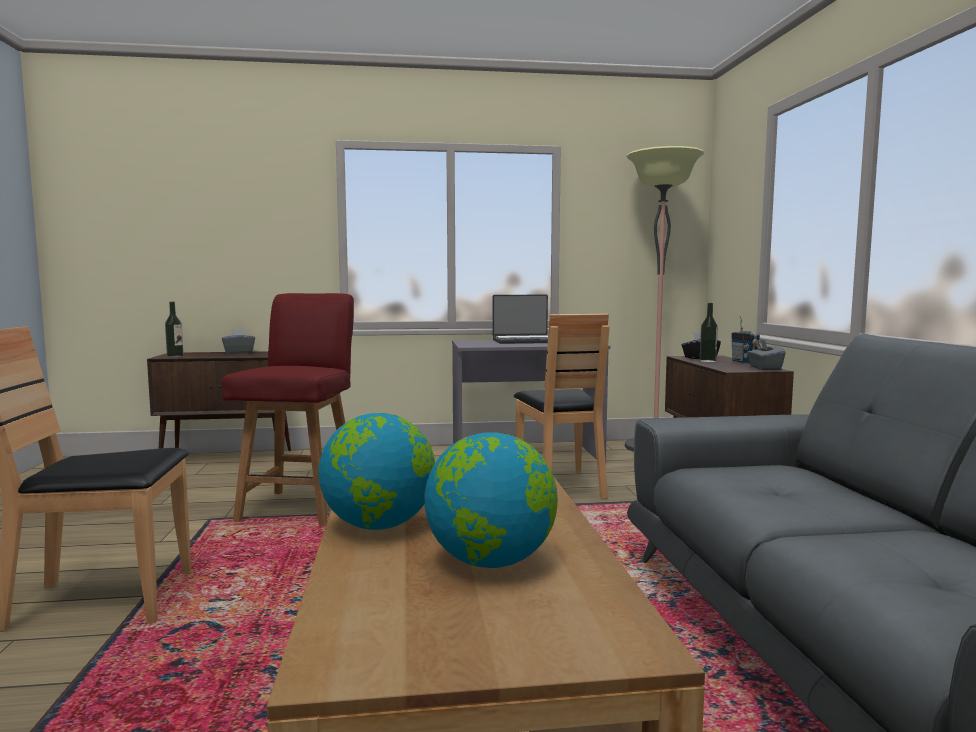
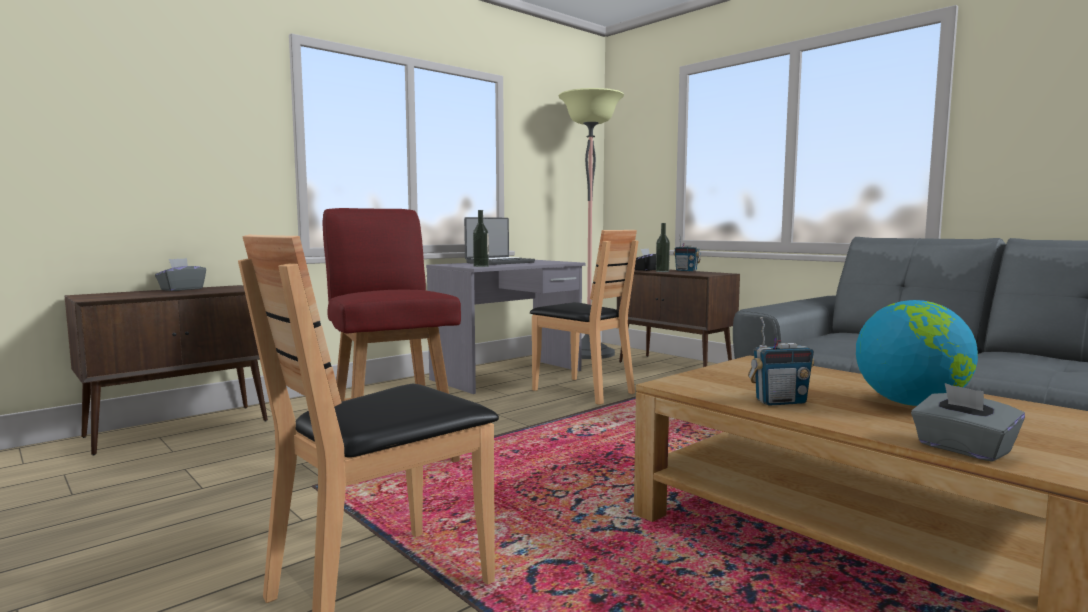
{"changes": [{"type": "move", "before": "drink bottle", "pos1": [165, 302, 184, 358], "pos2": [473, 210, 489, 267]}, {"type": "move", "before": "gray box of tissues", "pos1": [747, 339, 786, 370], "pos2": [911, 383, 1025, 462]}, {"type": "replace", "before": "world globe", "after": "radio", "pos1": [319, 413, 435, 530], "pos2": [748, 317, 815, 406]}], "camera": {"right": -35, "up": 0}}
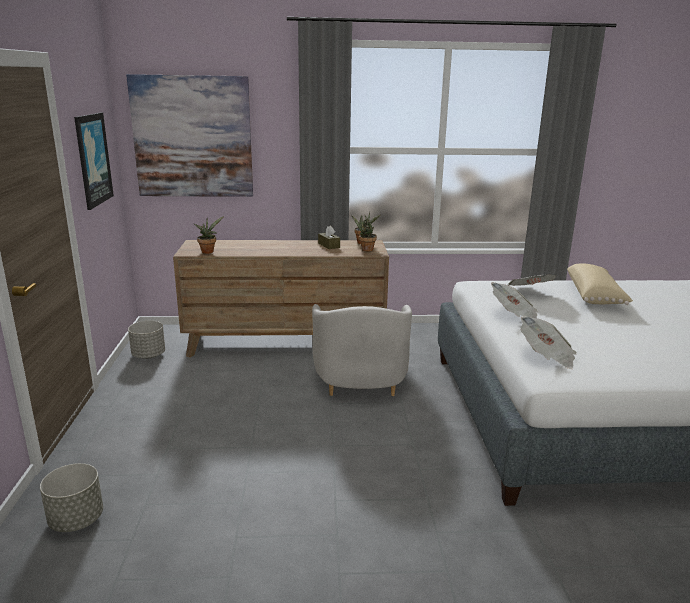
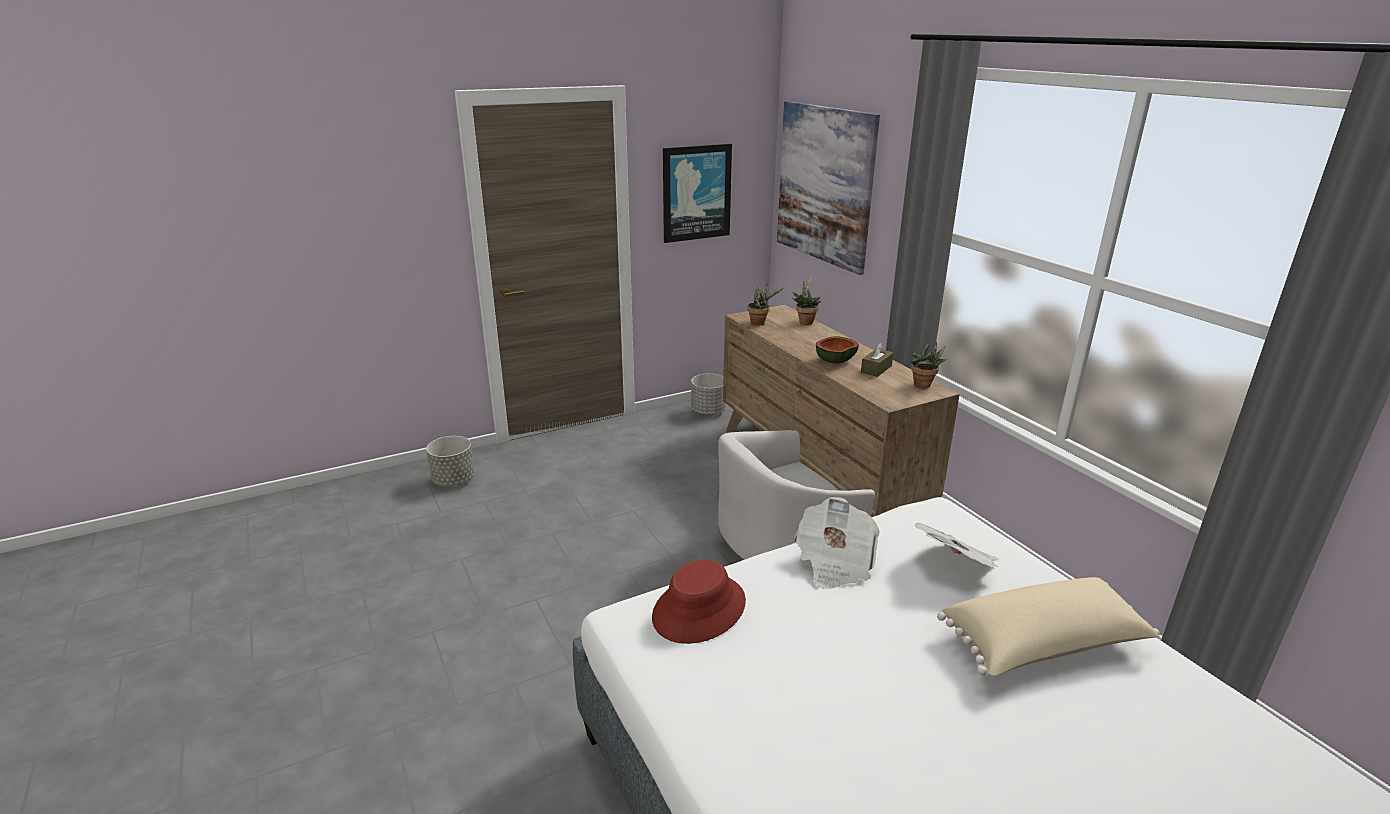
{"changes": [{"type": "insert", "after": "deep dish", "pos2": [816, 337, 859, 364]}, {"type": "move", "before": "houseplant", "pos1": [352, 215, 377, 252], "pos2": [792, 277, 821, 325]}, {"type": "replace", "before": "newspaper", "after": "red-coloured clothing hat", "pos1": [520, 316, 576, 369], "pos2": [652, 559, 746, 644]}], "camera": {"right": 65, "up": 5}}
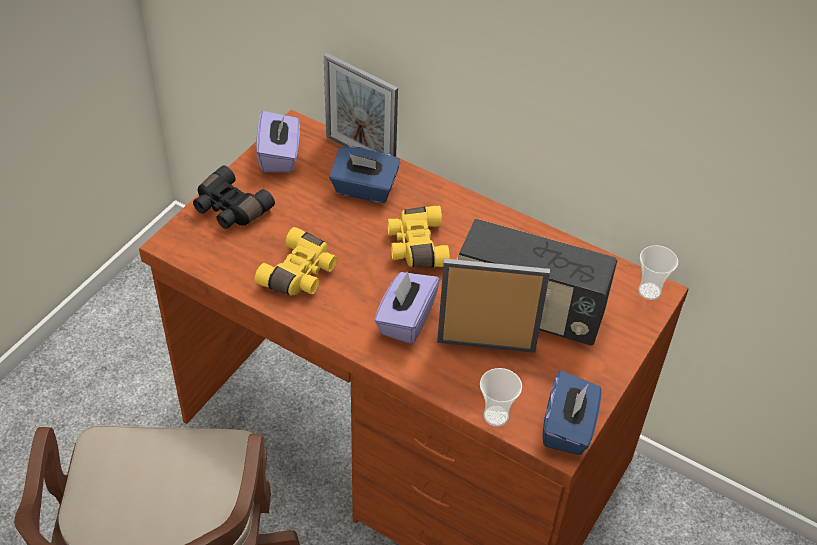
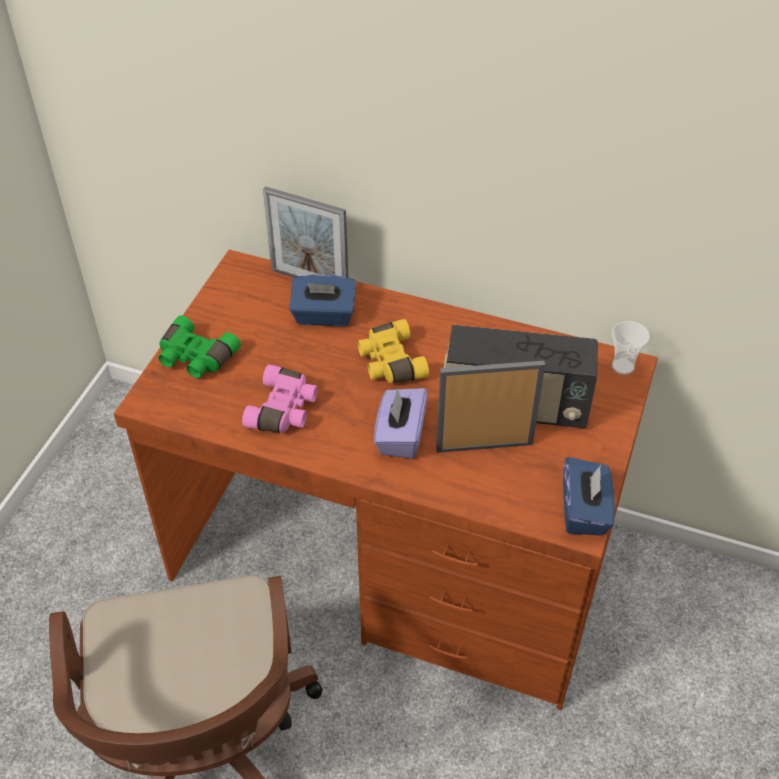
{"changes": [{"type": "delete", "before": "purple box of tissues", "pos1": [256, 111, 300, 172]}, {"type": "delete", "before": "cup", "pos1": [480, 368, 522, 427]}, {"type": "recolor", "before": "black binoculars", "after": "green-coloured binoculars", "pos1": [193, 165, 275, 229], "pos2": [158, 315, 241, 378]}, {"type": "recolor", "before": "yellowish binoculars", "after": "pinkish binoculars", "pos1": [255, 227, 337, 296], "pos2": [242, 364, 318, 433]}], "camera": {"right": -10, "up": 0}}
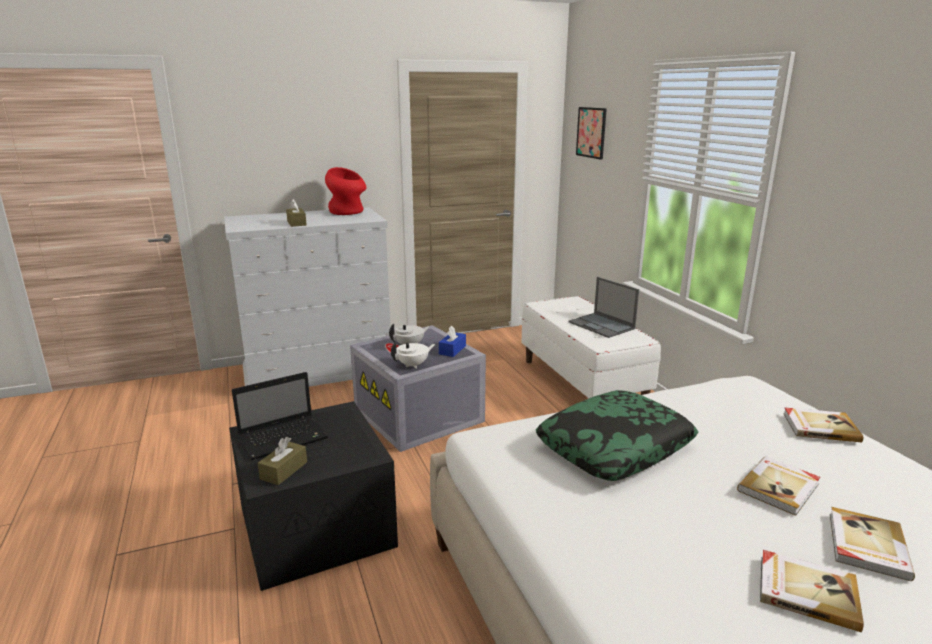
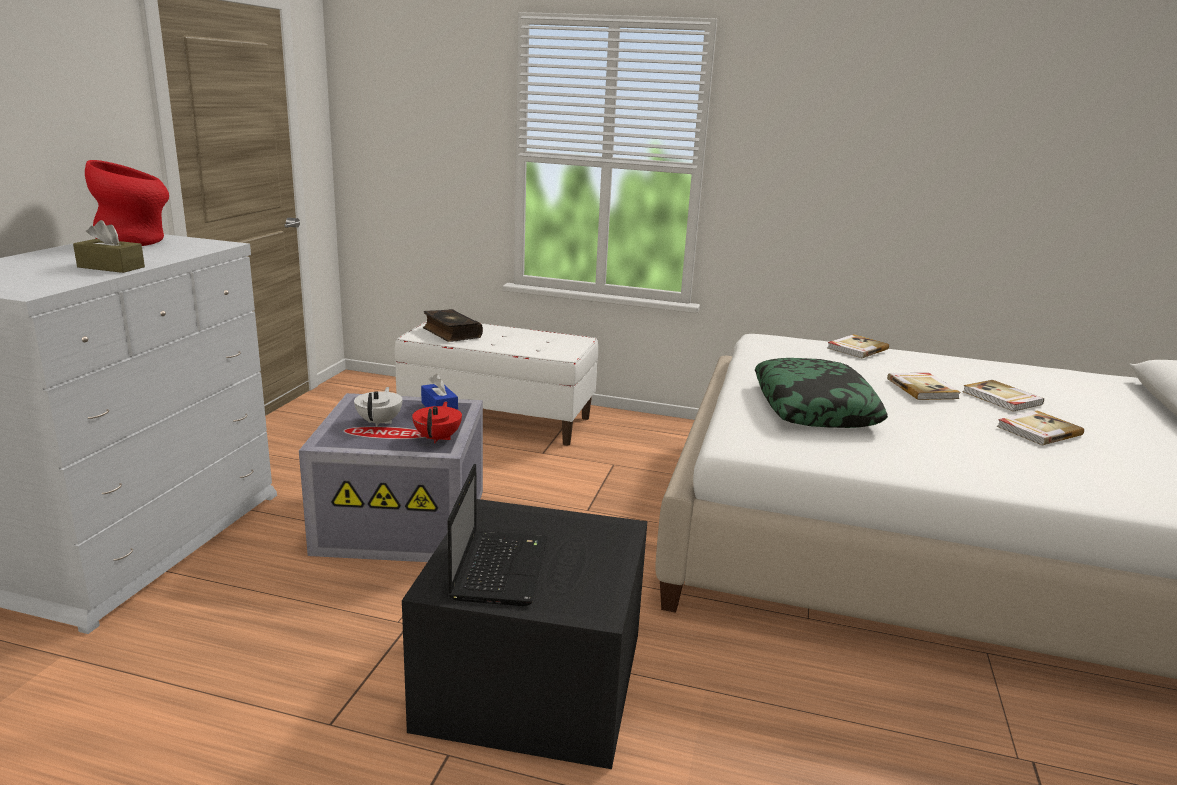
{"changes": [{"type": "delete", "before": "brown box of tissues", "pos1": [258, 437, 307, 485]}, {"type": "delete", "before": "portable computer", "pos1": [568, 277, 639, 338]}, {"type": "delete", "before": "wall picture", "pos1": [576, 107, 607, 160]}, {"type": "insert", "after": "bound book", "pos2": [423, 309, 483, 342]}, {"type": "recolor", "before": "white-coloured tea pot", "after": "red-coloured tea pot", "pos1": [391, 342, 435, 369], "pos2": [412, 402, 462, 444]}], "camera": {"right": -55, "up": 0}}
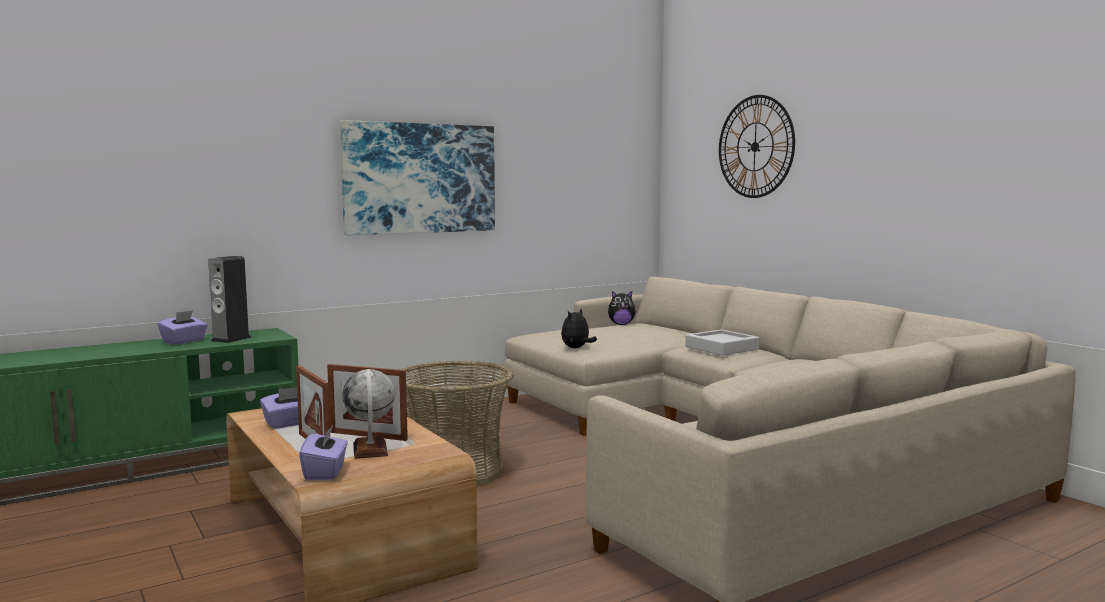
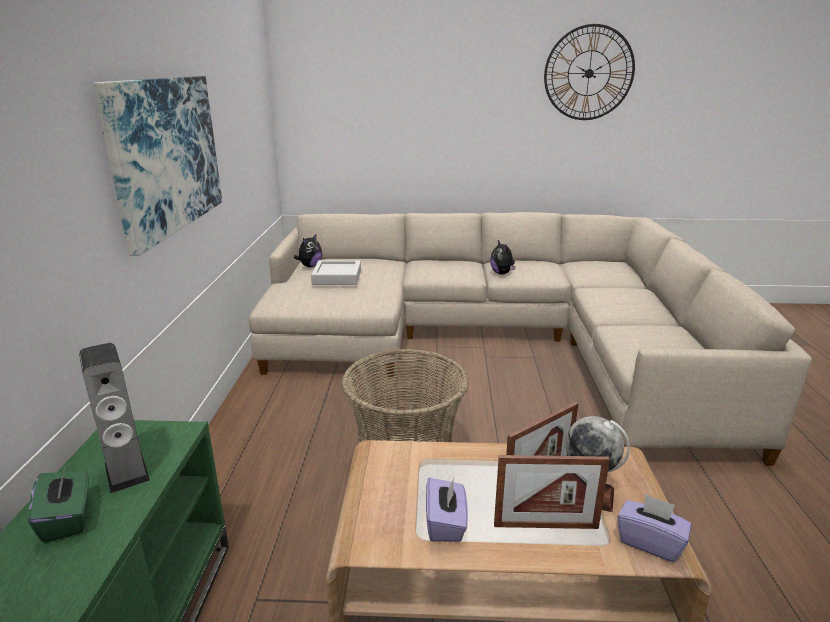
{"changes": [{"type": "move", "before": "cuddly toy", "pos1": [561, 309, 597, 348], "pos2": [490, 240, 515, 275]}, {"type": "move", "before": "gray tray", "pos1": [685, 329, 760, 356], "pos2": [311, 260, 361, 285]}, {"type": "move", "before": "clock on the wall", "pos1": [719, 95, 795, 198], "pos2": [544, 24, 635, 120]}, {"type": "recolor", "before": "purple box of tissues", "after": "green-coloured box of tissues", "pos1": [158, 310, 208, 345], "pos2": [28, 466, 89, 543]}], "camera": {"right": -55, "up": 15}}
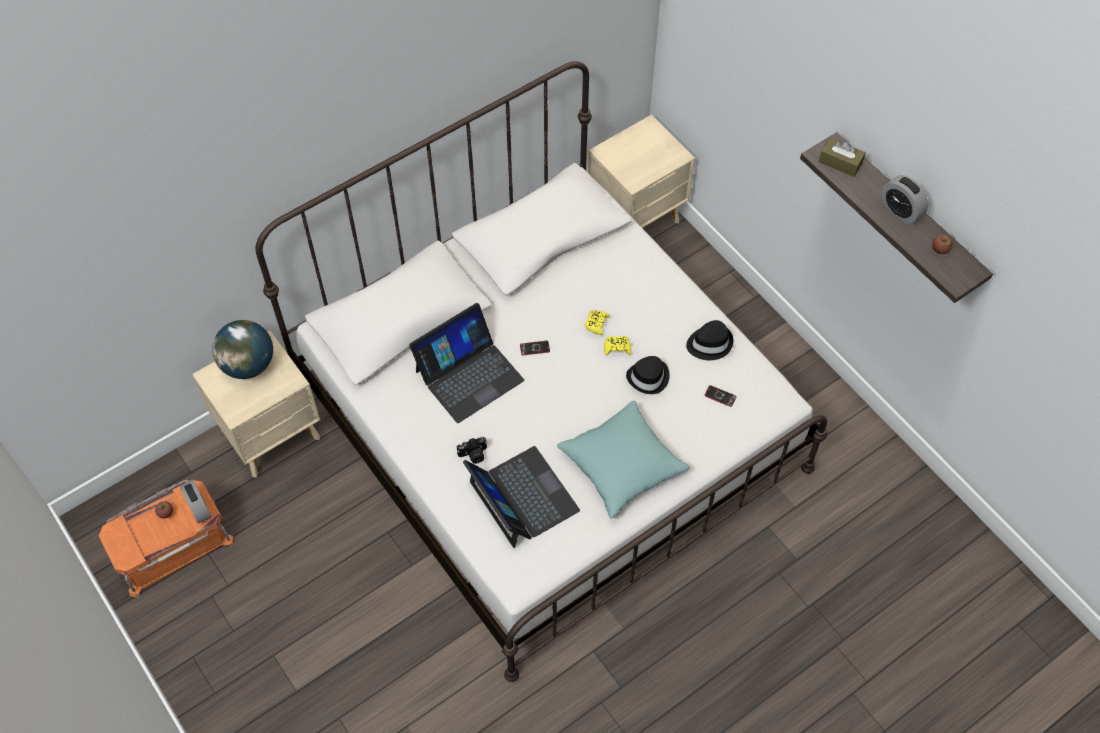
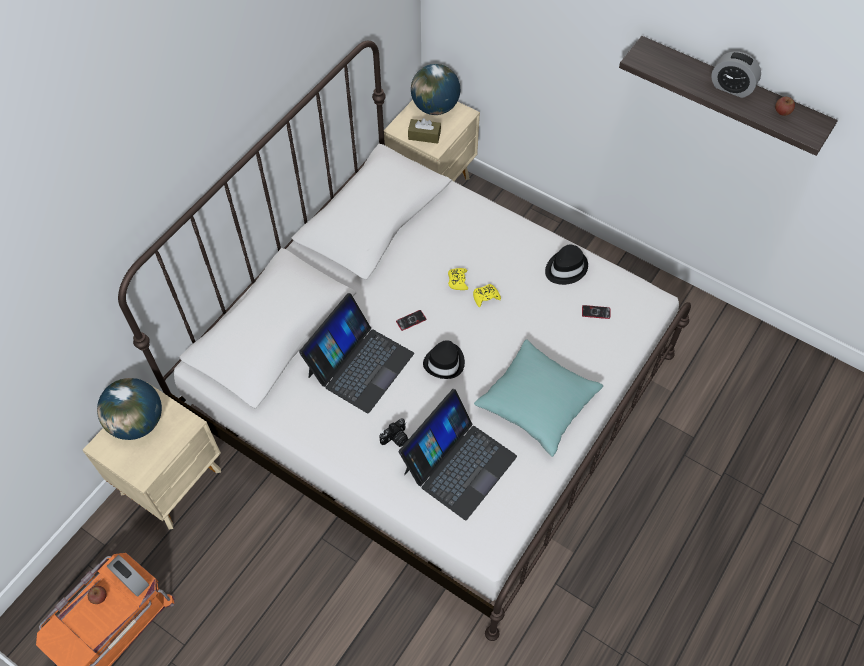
{"changes": [{"type": "insert", "after": "world globe", "pos2": [411, 64, 460, 115]}, {"type": "move", "before": "black clothing hat", "pos1": [626, 356, 670, 394], "pos2": [423, 340, 465, 379]}, {"type": "move", "before": "brown box of tissues", "pos1": [819, 138, 866, 177], "pos2": [408, 118, 441, 144]}, {"type": "rotate", "before": "portable computer", "pos1": [463, 446, 580, 548], "pos2": [399, 389, 517, 520], "turn": 90}], "camera": {"right": -20, "up": 0}}
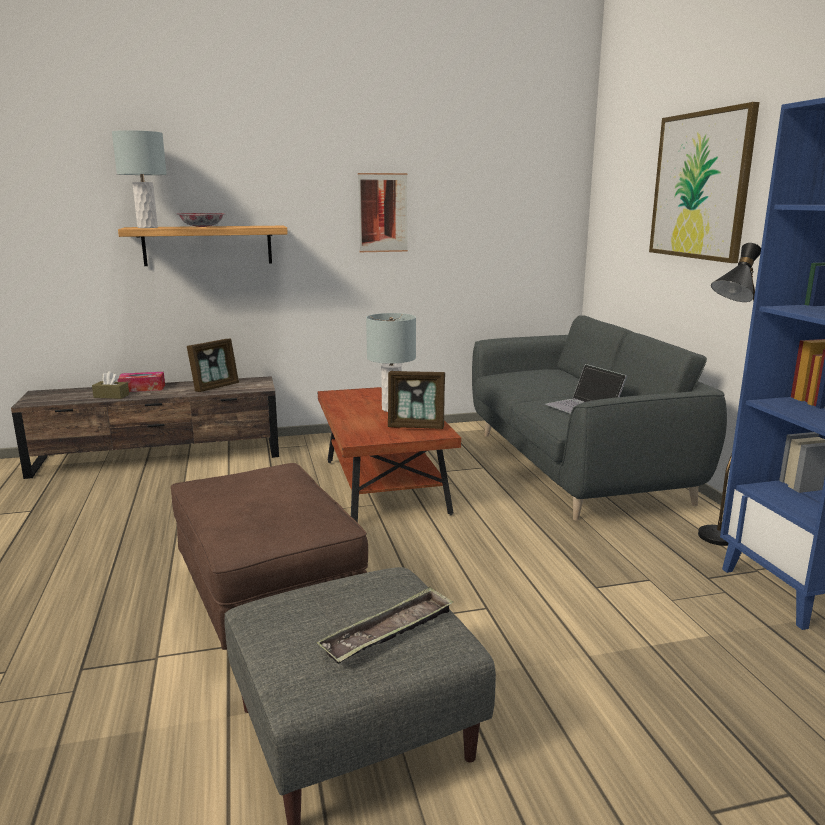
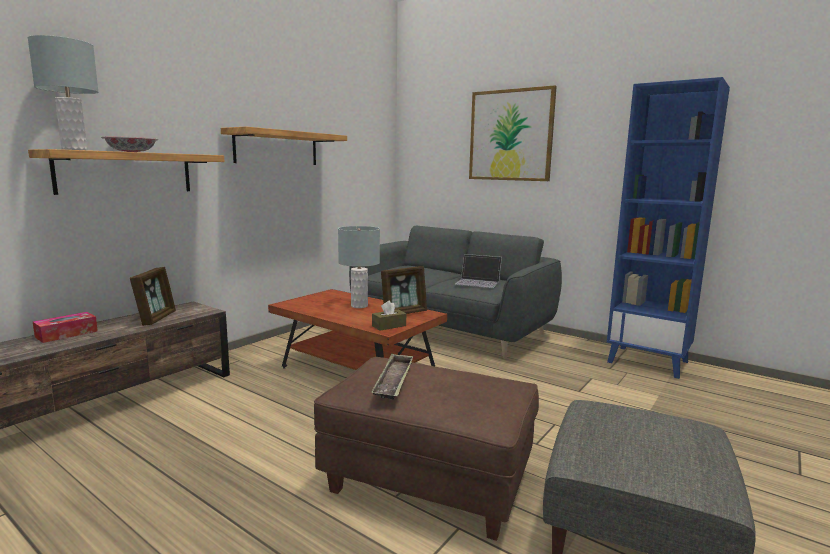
{"changes": [{"type": "delete", "before": "black standard lamp", "pos1": [698, 243, 761, 546]}, {"type": "move", "before": "brown box of tissues", "pos1": [92, 371, 129, 399], "pos2": [372, 300, 406, 331]}, {"type": "move", "before": "tray", "pos1": [316, 587, 454, 664], "pos2": [371, 353, 413, 400]}, {"type": "replace", "before": "wall picture", "after": "shelf", "pos1": [358, 173, 408, 252], "pos2": [221, 126, 347, 165]}], "camera": {"right": -40, "up": -5}}
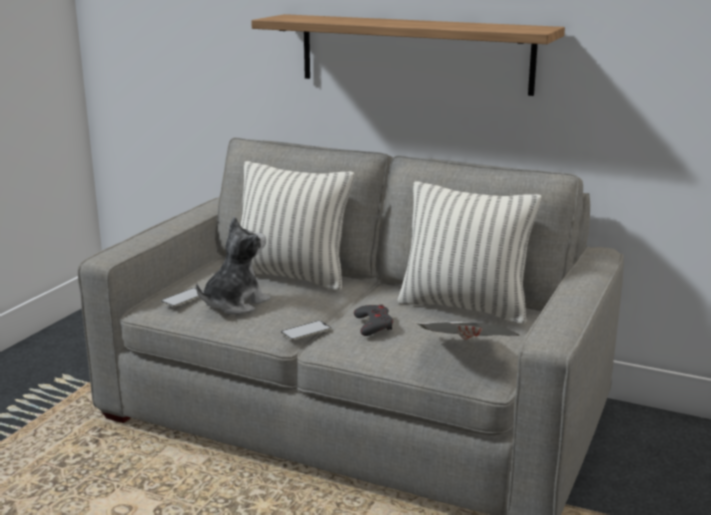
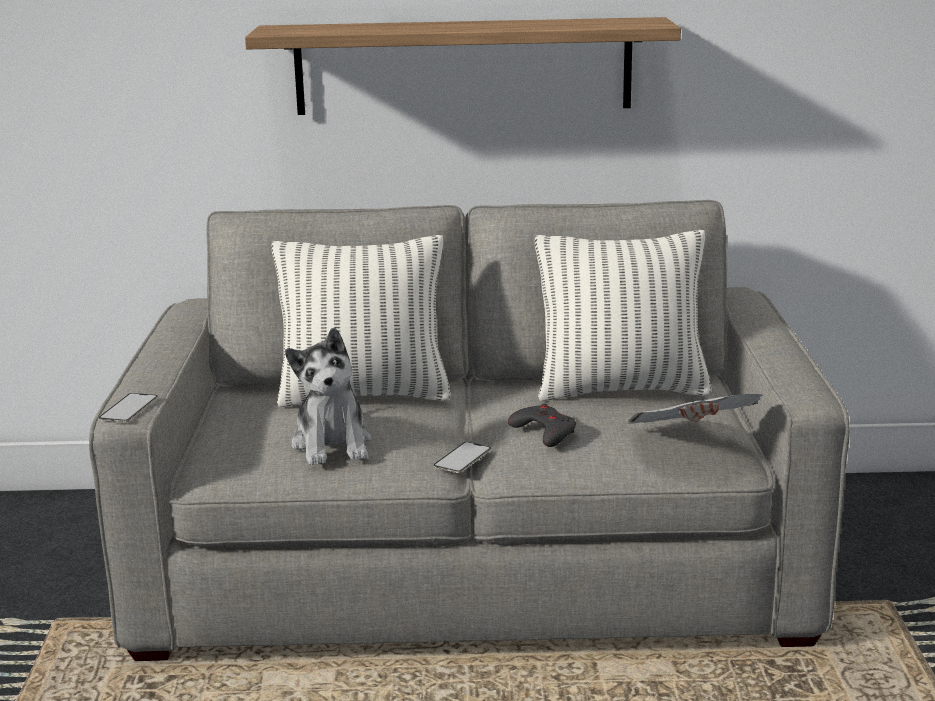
{"changes": [{"type": "move", "before": "handset", "pos1": [161, 288, 204, 307], "pos2": [99, 393, 158, 422]}, {"type": "rotate", "before": "cuddly toy", "pos1": [196, 217, 270, 314], "pos2": [285, 327, 372, 465], "turn": 150}], "camera": {"right": -25, "up": 0}}
